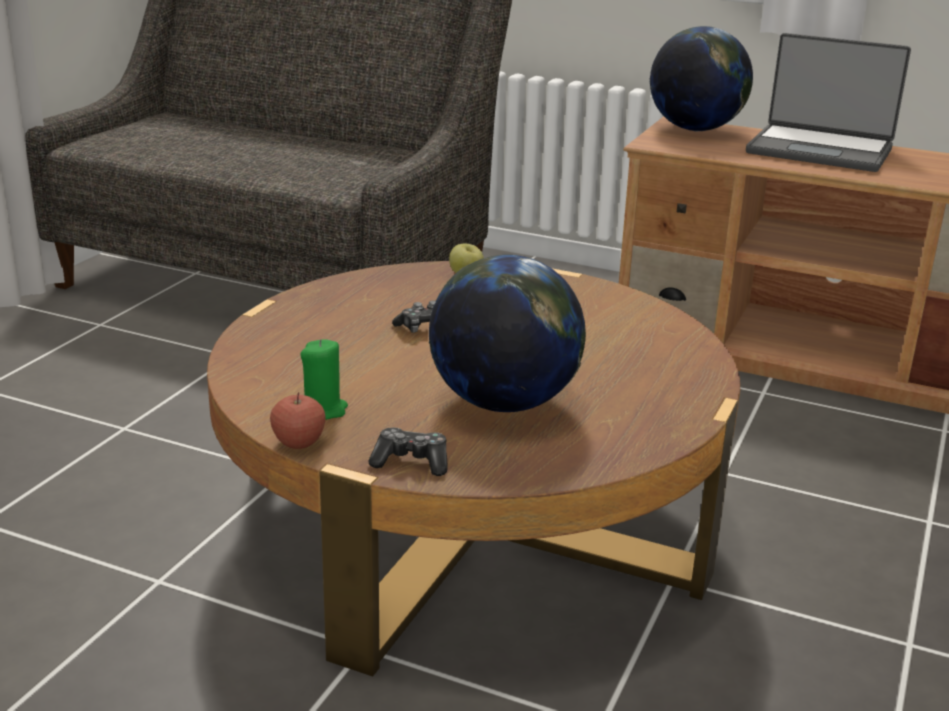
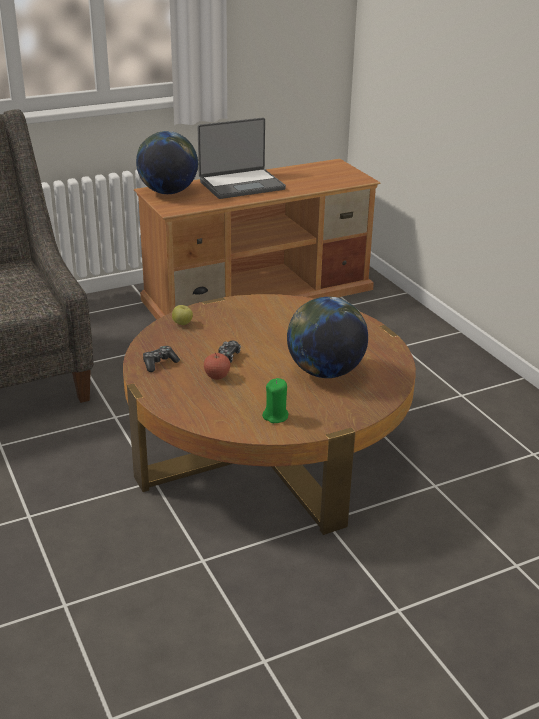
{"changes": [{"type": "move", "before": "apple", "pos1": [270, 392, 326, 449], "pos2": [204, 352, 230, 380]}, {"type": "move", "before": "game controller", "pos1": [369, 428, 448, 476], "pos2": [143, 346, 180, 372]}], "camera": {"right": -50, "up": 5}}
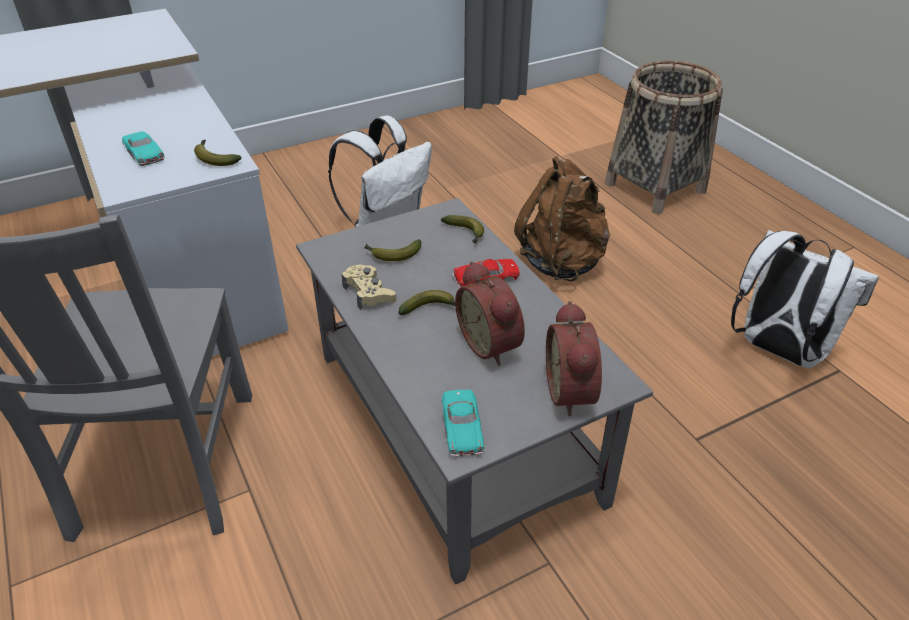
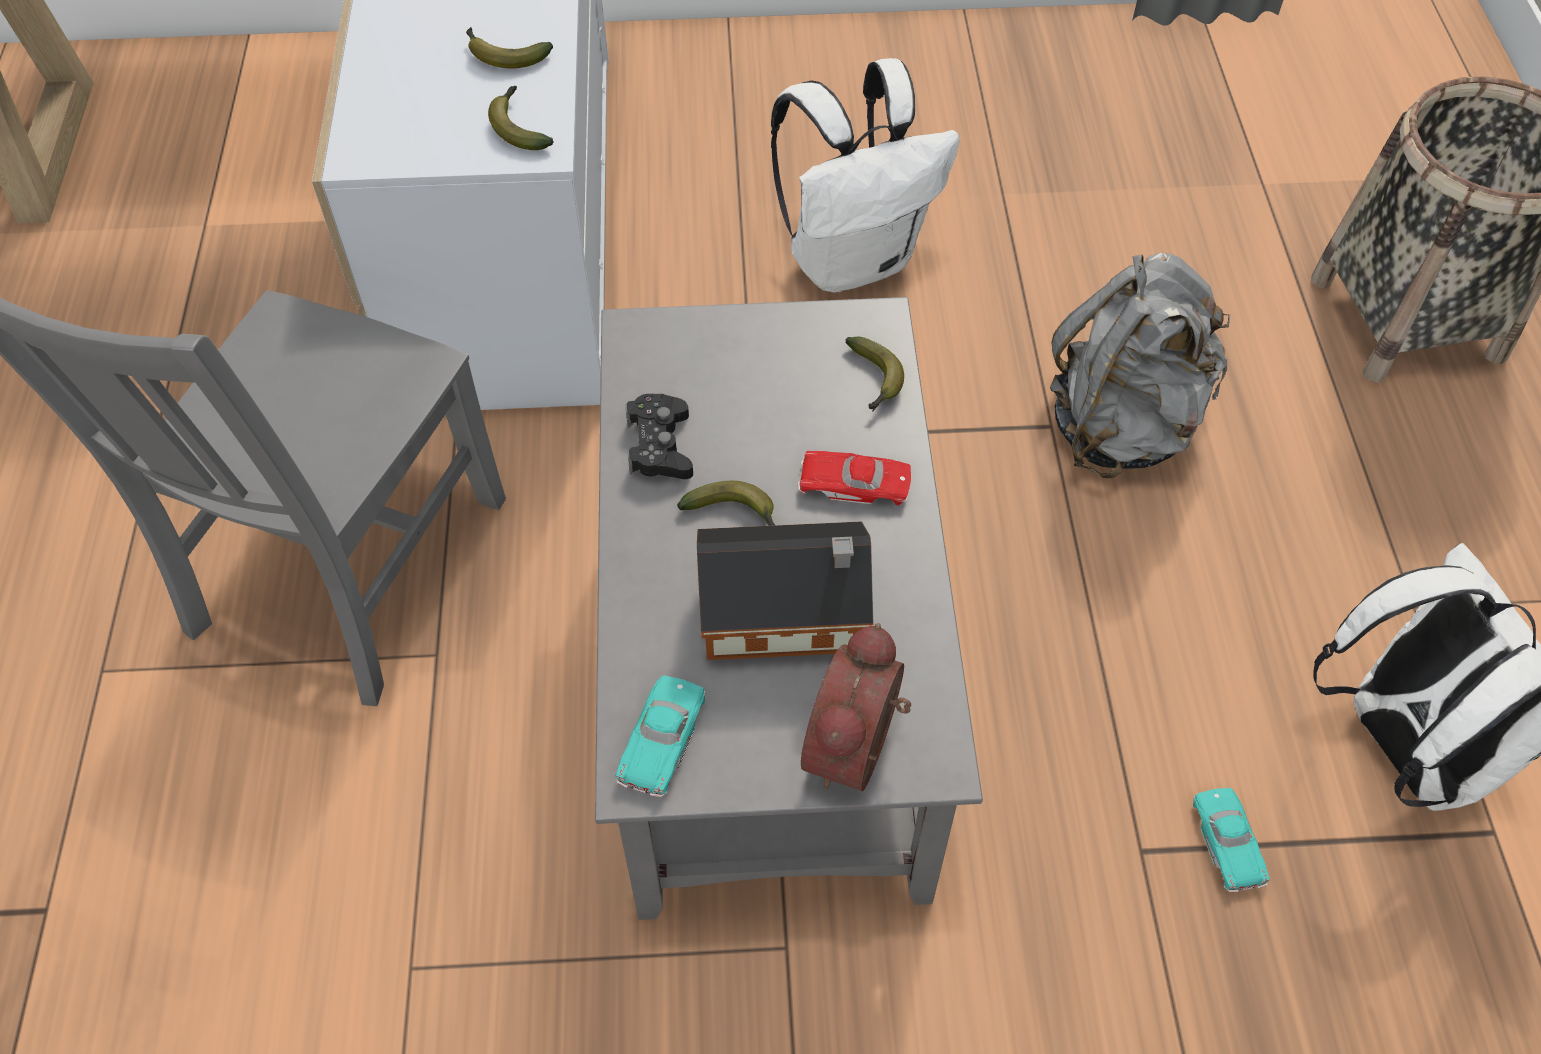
{"changes": [{"type": "move", "before": "turquoise-coloured miniature car", "pos1": [122, 131, 165, 166], "pos2": [1193, 788, 1270, 892]}, {"type": "move", "before": "banana", "pos1": [364, 239, 421, 261], "pos2": [466, 27, 553, 69]}, {"type": "replace", "before": "table clock", "after": "toy house", "pos1": [455, 261, 525, 366], "pos2": [697, 521, 874, 660]}, {"type": "recolor", "before": "beige game controller", "after": "black game controller", "pos1": [342, 264, 396, 310], "pos2": [626, 394, 693, 479]}, {"type": "recolor", "before": "brown knapsack", "after": "gray knapsack", "pos1": [514, 156, 610, 282], "pos2": [1050, 253, 1230, 478]}], "camera": {"right": 25, "up": 15}}
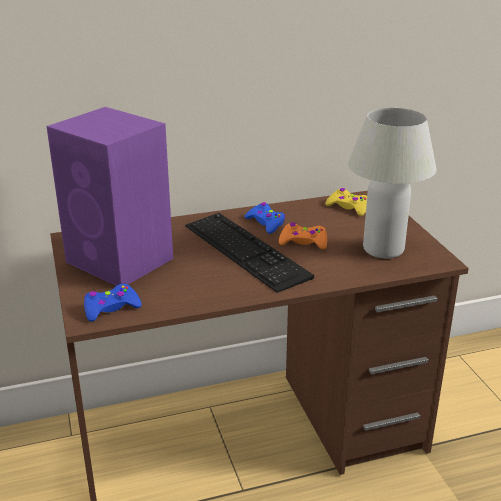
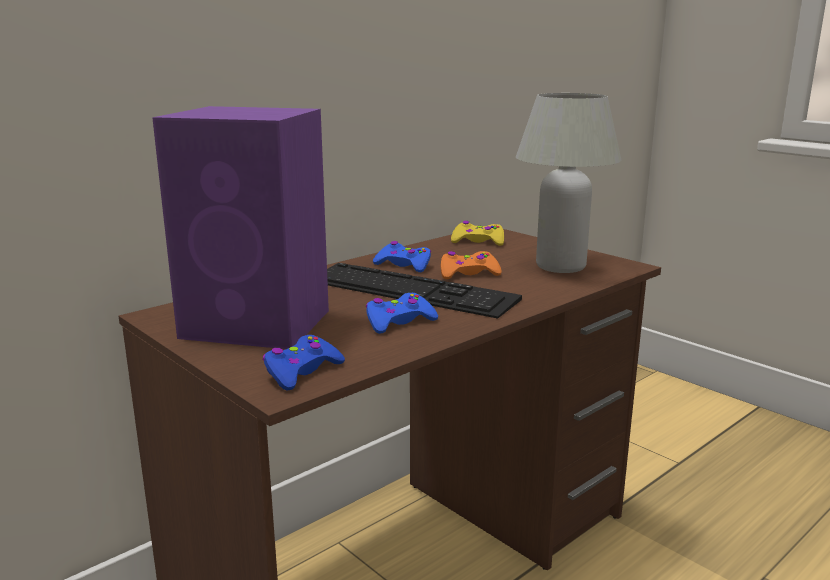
{"changes": [{"type": "insert", "after": "blue-coloured game controller", "pos2": [366, 293, 438, 334]}], "camera": {"right": -25, "up": -10}}
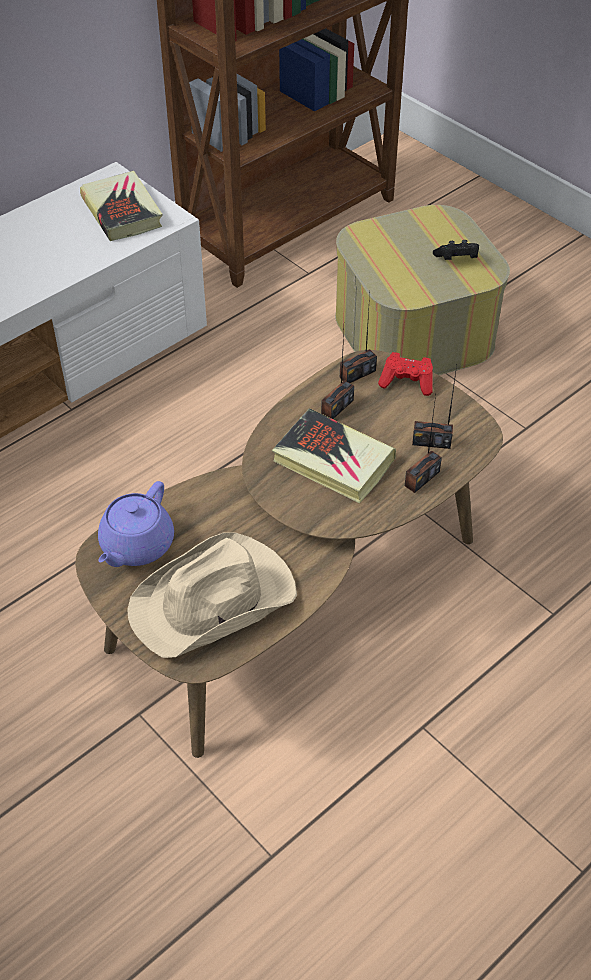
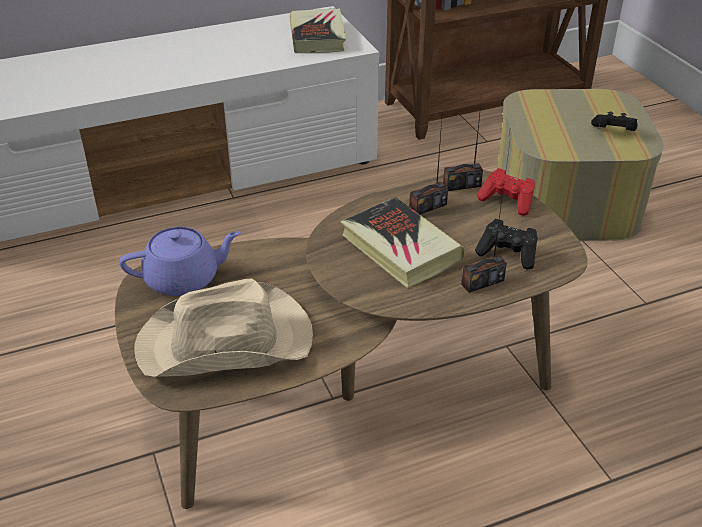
{"changes": [{"type": "replace", "before": "radio", "after": "black game controller", "pos1": [412, 365, 457, 449], "pos2": [475, 219, 538, 270]}, {"type": "rotate", "before": "purple tea pot", "pos1": [98, 481, 174, 567], "pos2": [119, 227, 241, 296], "turn": -150}], "camera": {"right": 20, "up": -10}}
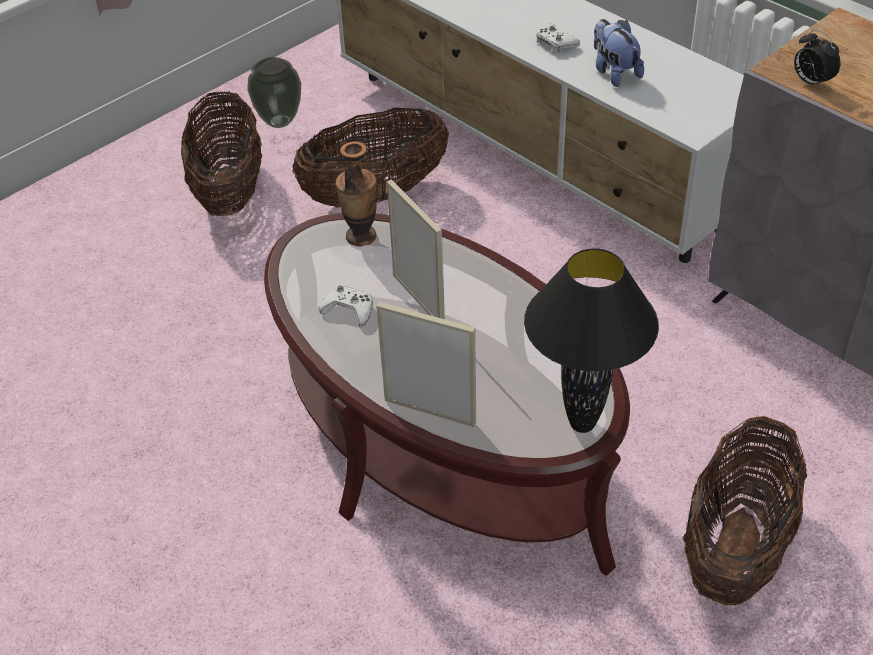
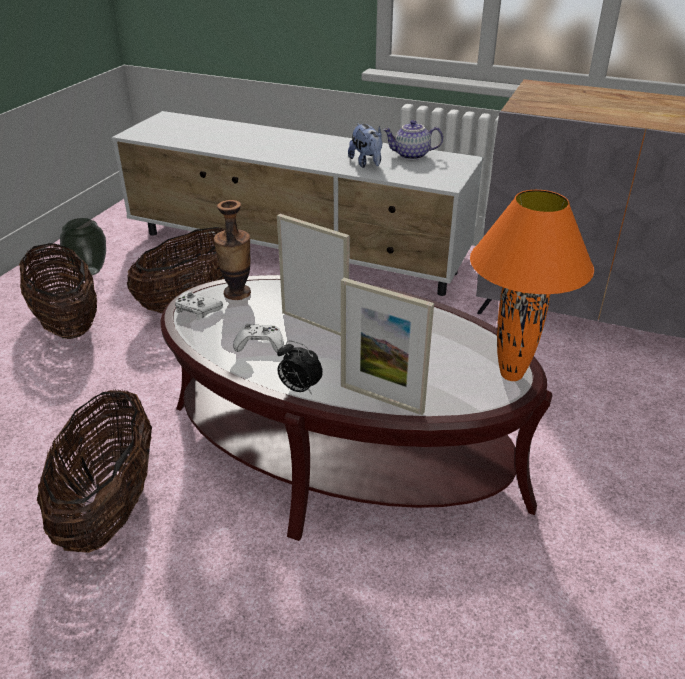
{"changes": [{"type": "insert", "after": "tea pot", "pos2": [383, 120, 443, 160]}, {"type": "move", "before": "white-coloured game controller", "pos1": [536, 24, 580, 53], "pos2": [175, 291, 223, 320]}, {"type": "move", "before": "household basket", "pos1": [683, 416, 807, 606], "pos2": [37, 389, 152, 553]}, {"type": "move", "before": "table clock", "pos1": [794, 29, 841, 90], "pos2": [277, 341, 323, 394]}, {"type": "recolor", "before": "black table lamp", "after": "orange-coloured table lamp", "pos1": [524, 248, 659, 433], "pos2": [470, 190, 594, 381]}, {"type": "rotate", "before": "standing frame", "pos1": [376, 302, 476, 427], "pos2": [341, 278, 434, 415], "turn": -150}, {"type": "rotate", "before": "cuddly toy", "pos1": [594, 19, 644, 87], "pos2": [348, 123, 383, 168], "turn": -150}], "camera": {"right": -25, "up": -10}}
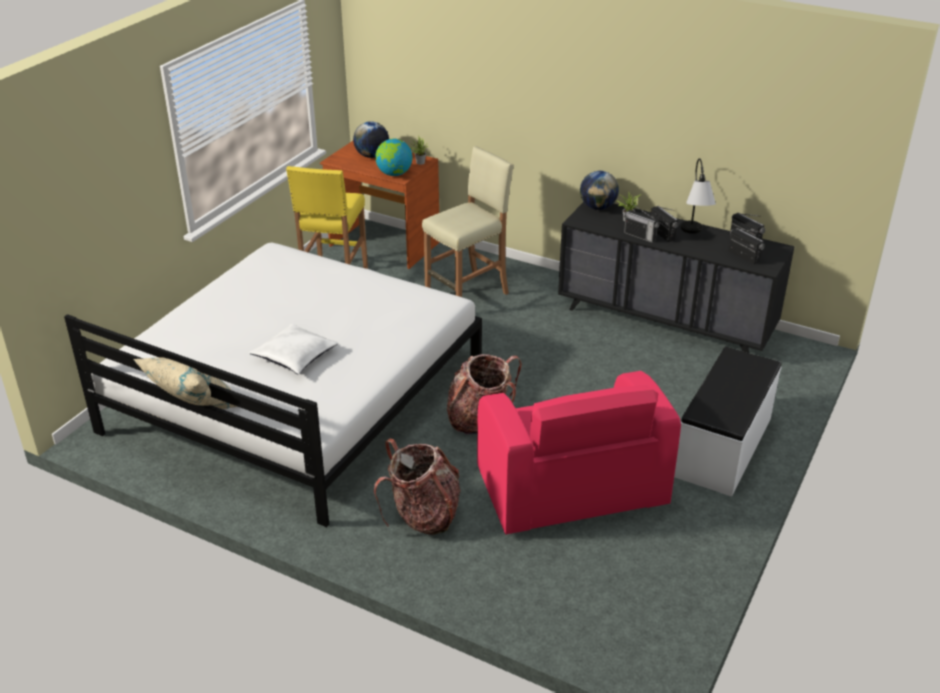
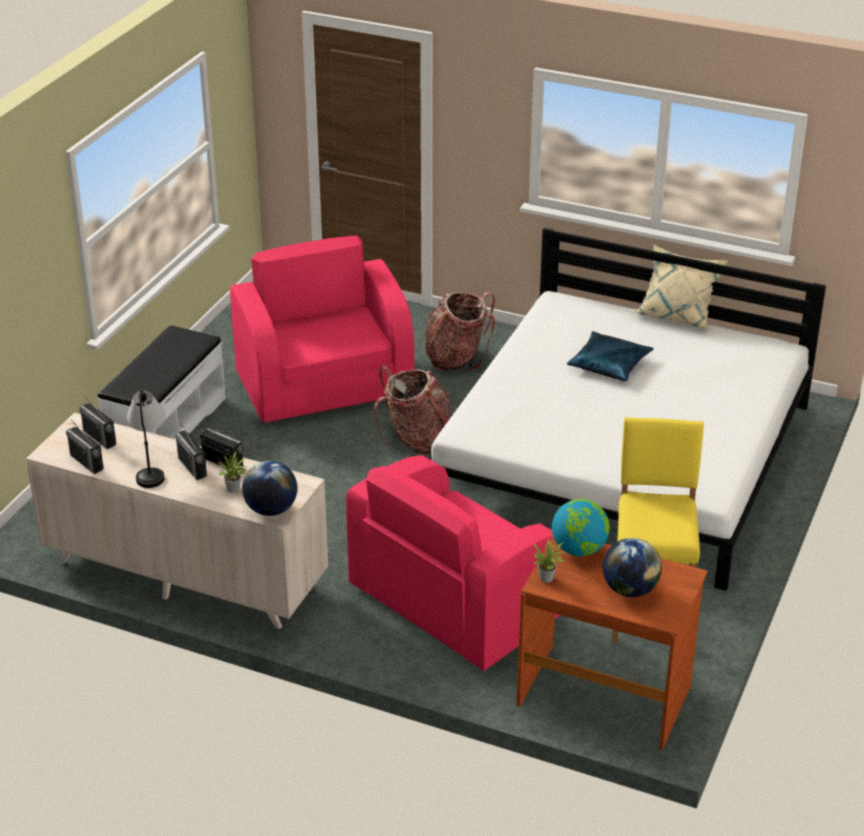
{"changes": [{"type": "replace", "before": "beige stool seat", "after": "pinkish easy chair", "pos1": [422, 146, 514, 297], "pos2": [346, 455, 560, 671]}, {"type": "recolor", "before": "white-coloured pillow", "after": "blue-coloured pillow", "pos1": [249, 324, 338, 374], "pos2": [567, 331, 654, 381]}, {"type": "recolor", "before": "black drawer chest", "after": "beige drawer chest", "pos1": [558, 202, 795, 353], "pos2": [26, 413, 328, 629]}], "camera": {"right": 175, "up": 0}}
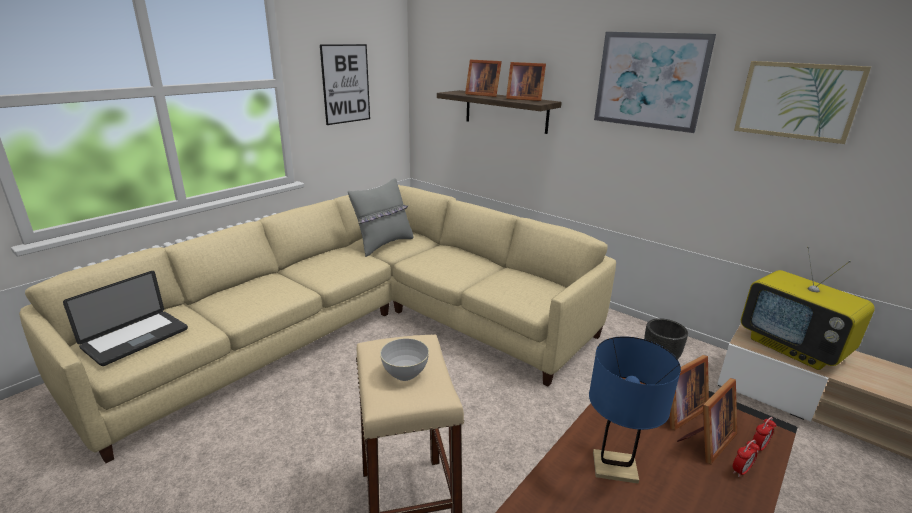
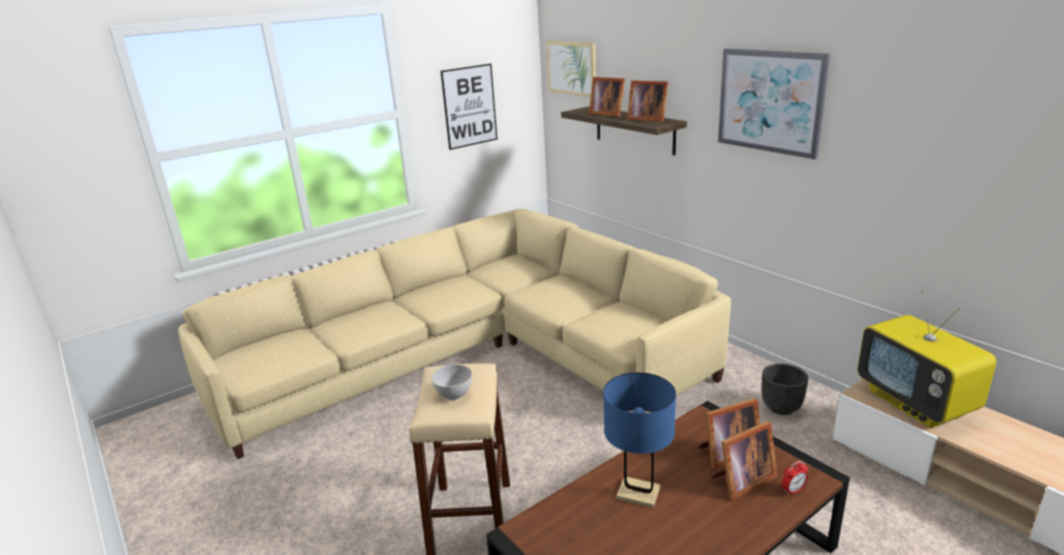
{"changes": [{"type": "delete", "before": "portable computer", "pos1": [63, 271, 188, 366]}, {"type": "delete", "before": "gray pillow", "pos1": [348, 178, 413, 257]}, {"type": "delete", "before": "table clock", "pos1": [733, 440, 760, 477]}, {"type": "move", "before": "wall picture", "pos1": [734, 61, 871, 144], "pos2": [546, 41, 596, 97]}], "camera": {"right": 15, "up": 0}}
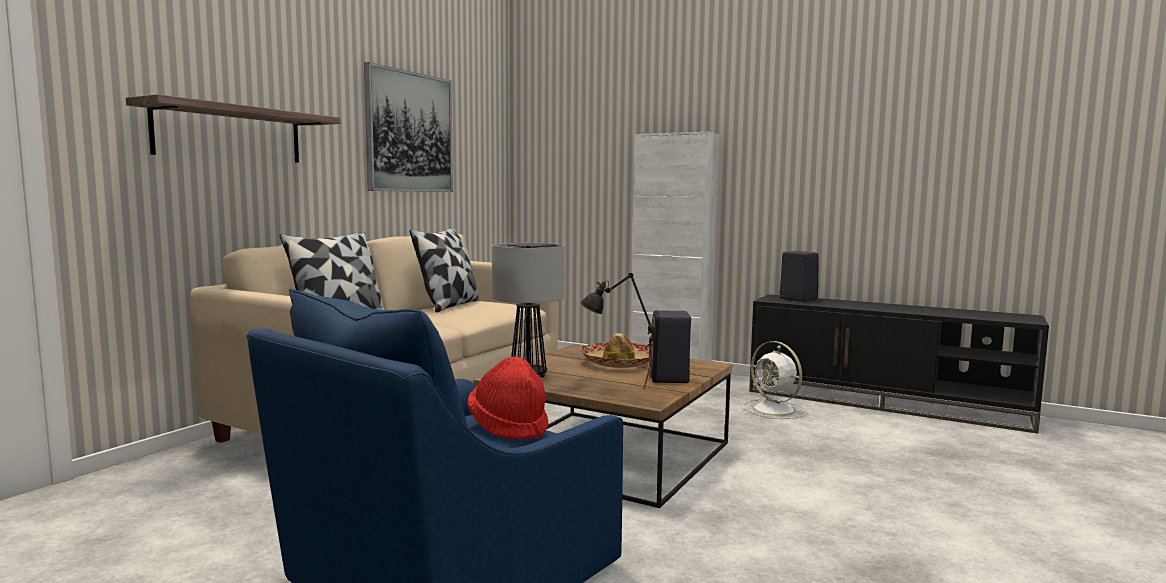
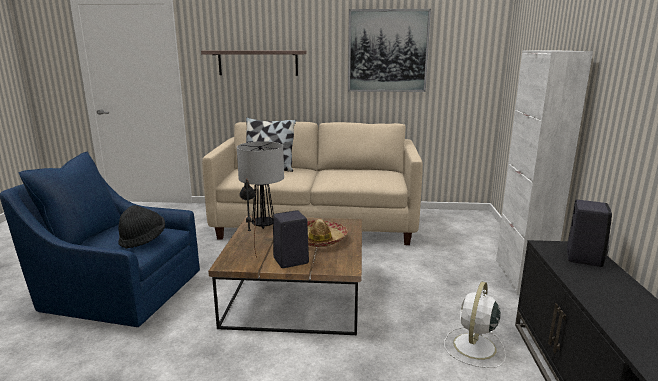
{"changes": [{"type": "delete", "before": "pillow", "pos1": [410, 228, 479, 312]}, {"type": "recolor", "before": "red-coloured clothing hat", "after": "black clothing hat", "pos1": [468, 357, 549, 440], "pos2": [118, 205, 165, 249]}], "camera": {"right": 65, "up": 10}}
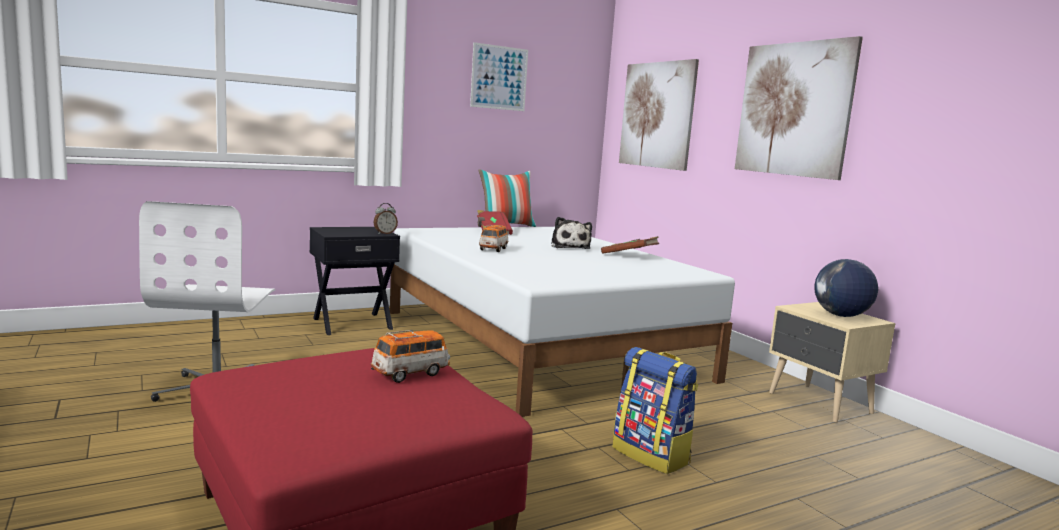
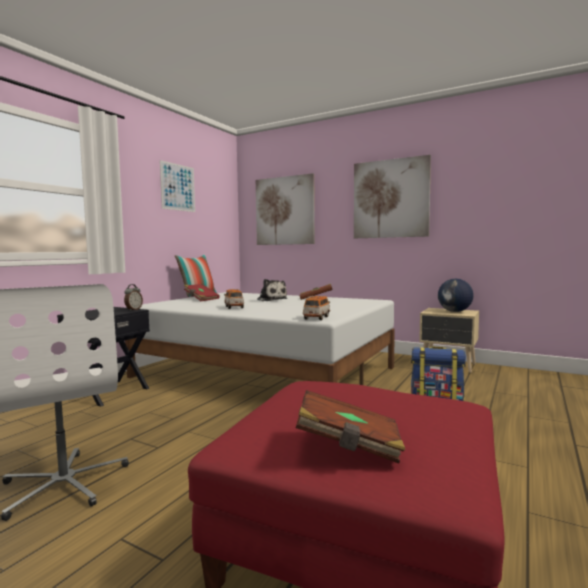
{"changes": [{"type": "insert", "after": "brown bound book", "pos2": [296, 390, 405, 464]}, {"type": "move", "before": "miniature car", "pos1": [371, 330, 450, 383], "pos2": [303, 296, 330, 320]}], "camera": {"right": -30, "up": -5}}
